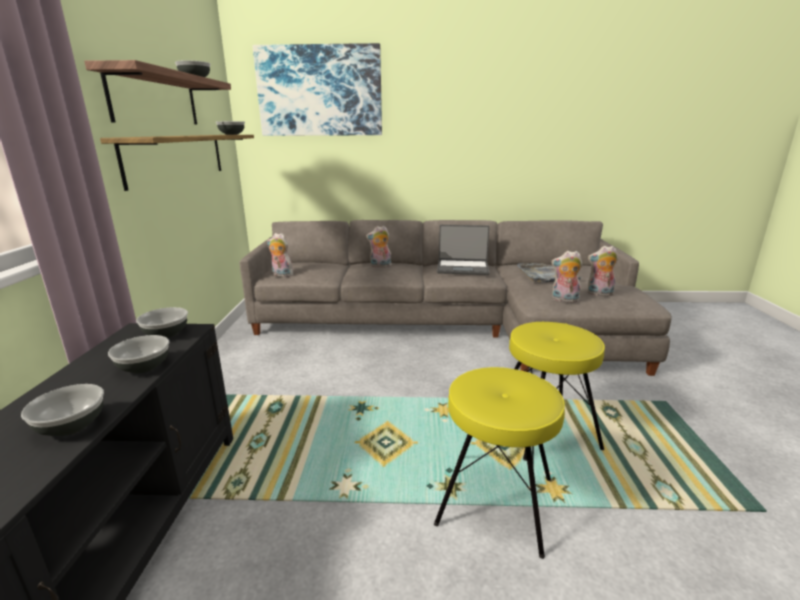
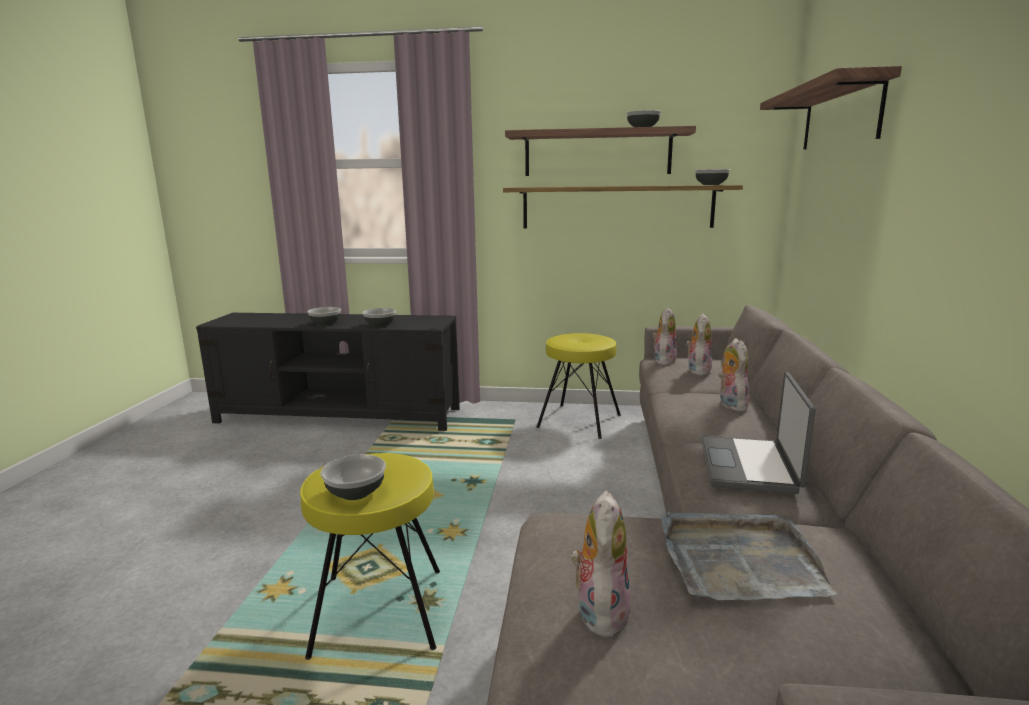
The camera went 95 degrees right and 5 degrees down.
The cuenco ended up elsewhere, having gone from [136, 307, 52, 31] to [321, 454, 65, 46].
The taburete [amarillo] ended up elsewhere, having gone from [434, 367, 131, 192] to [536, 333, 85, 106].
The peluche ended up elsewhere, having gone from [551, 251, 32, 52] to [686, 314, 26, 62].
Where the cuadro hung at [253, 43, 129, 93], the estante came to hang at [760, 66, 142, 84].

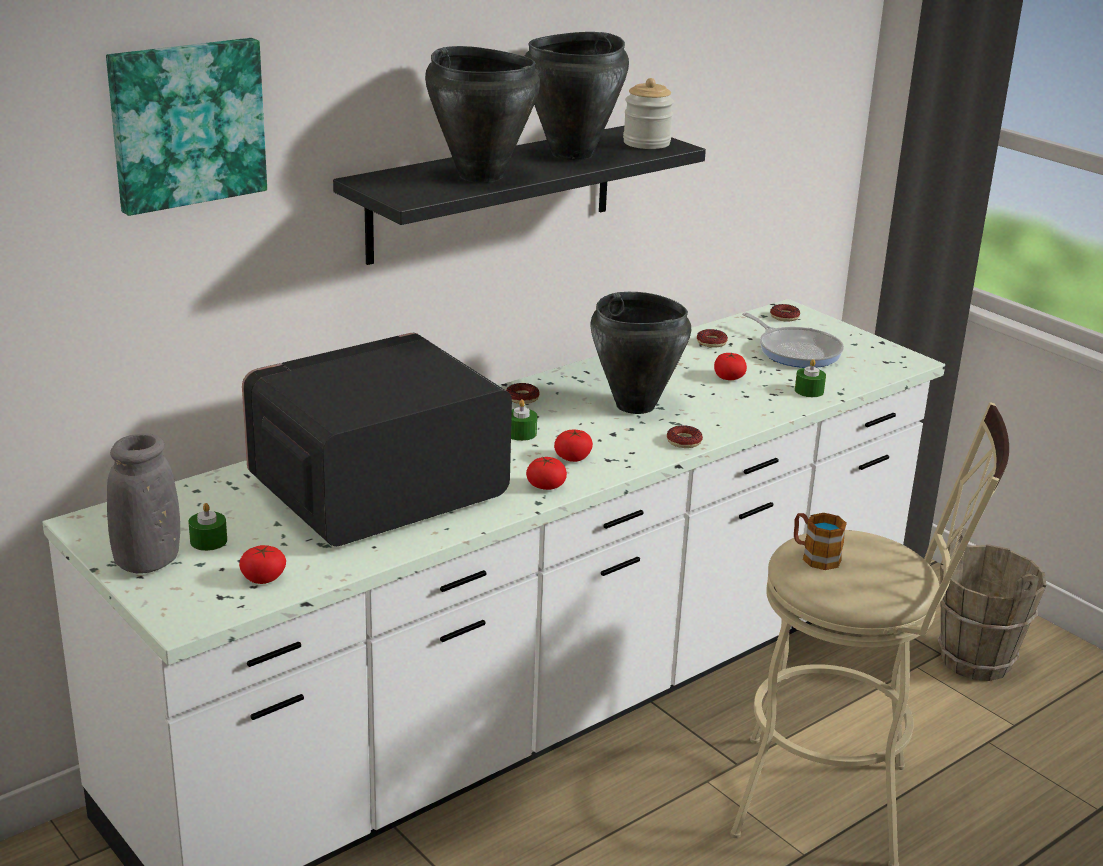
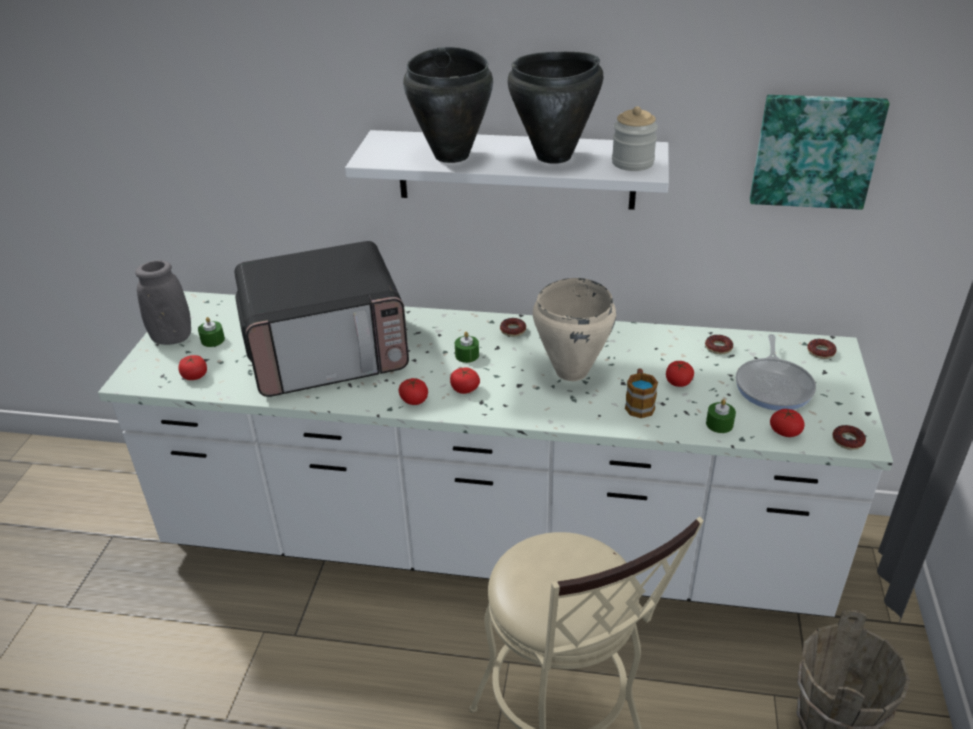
The camera went 50 degrees right and 10 degrees up.
The microondas at [242, 333, 270, 213] ended up facing another way, 150 degrees clockwise from before.
What was the estante [negro] at [333, 126, 373, 139] turned into the estante [blanco] at [345, 130, 324, 80].
What was the olla [negro] at [591, 292, 100, 122] turned into the olla [beis] at [533, 278, 83, 103].
The taza grande ended up elsewhere, having gone from [794, 513, 53, 57] to [625, 369, 33, 49].
The cuadro ended up elsewhere, having gone from [106, 38, 161, 178] to [750, 95, 140, 115].
The second view gained the tomate at [770, 408, 35, 29].
The rosquilla ended up elsewhere, having gone from [667, 425, 36, 23] to [832, 425, 34, 25].

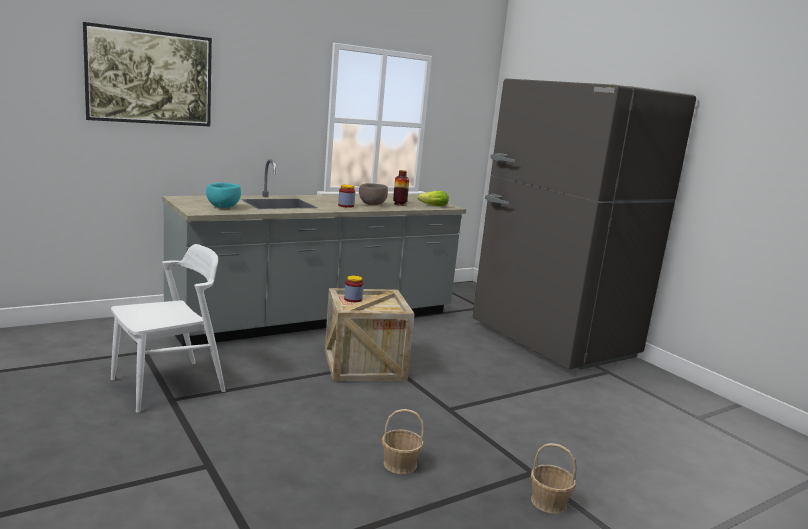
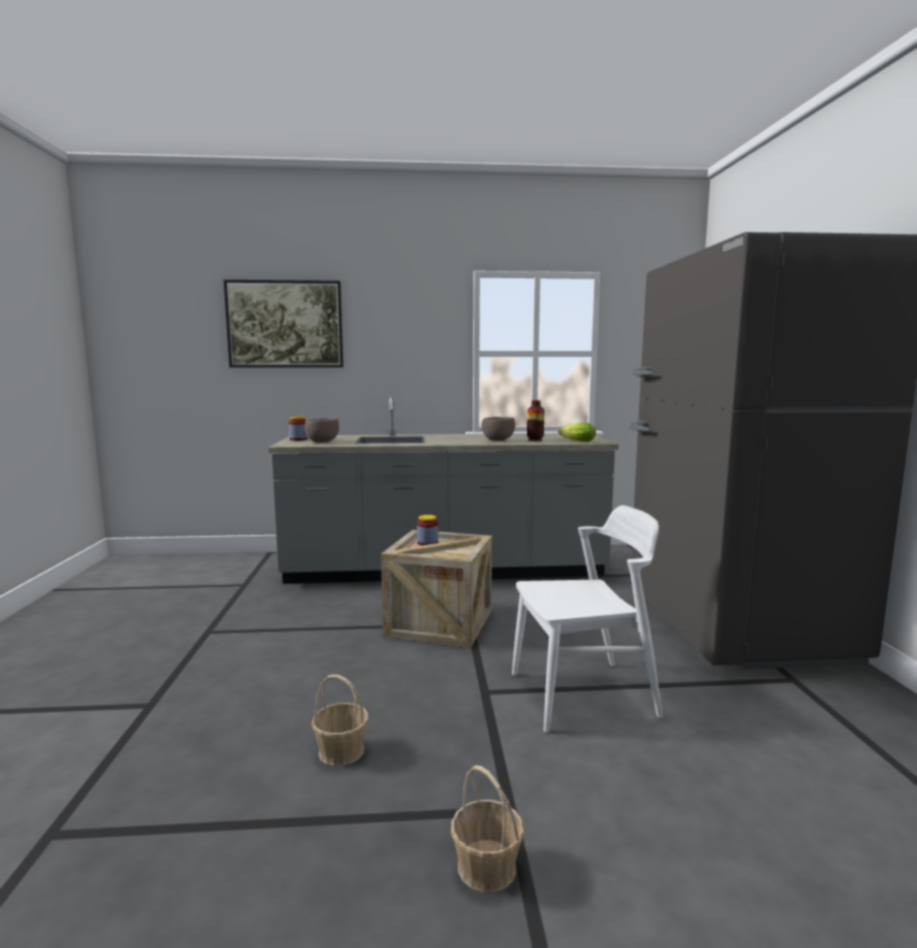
The camera went 30 degrees right and 5 degrees down.
The tarro ended up elsewhere, having gone from [338, 185, 17, 23] to [289, 416, 19, 25].
What was the cuenco [turquesa] at [206, 183, 35, 25] turned into the cuenco [marrón] at [304, 418, 35, 24].
The silla [blanco] ended up elsewhere, having gone from [111, 244, 114, 169] to [512, 505, 151, 228].

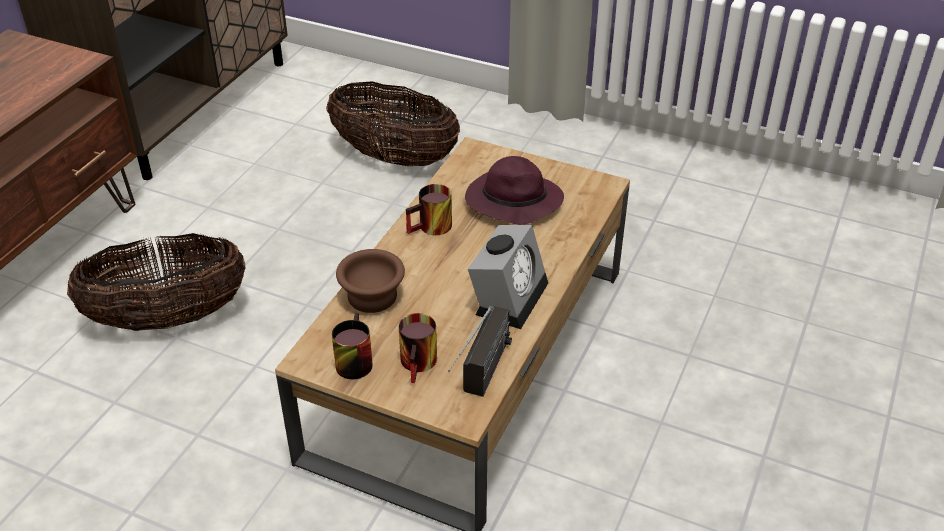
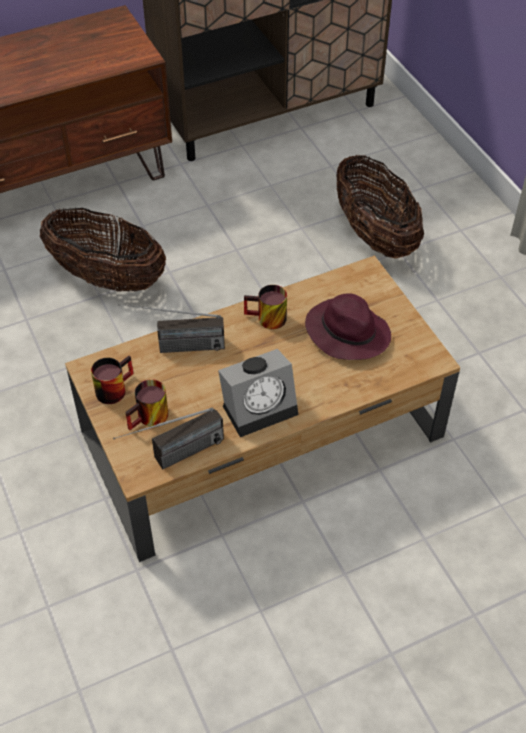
The camera went 40 degrees right and 10 degrees up.
Where the cuenco [marrón] stood at [336, 249, 69, 64], the radio came to stand at [118, 304, 107, 49].

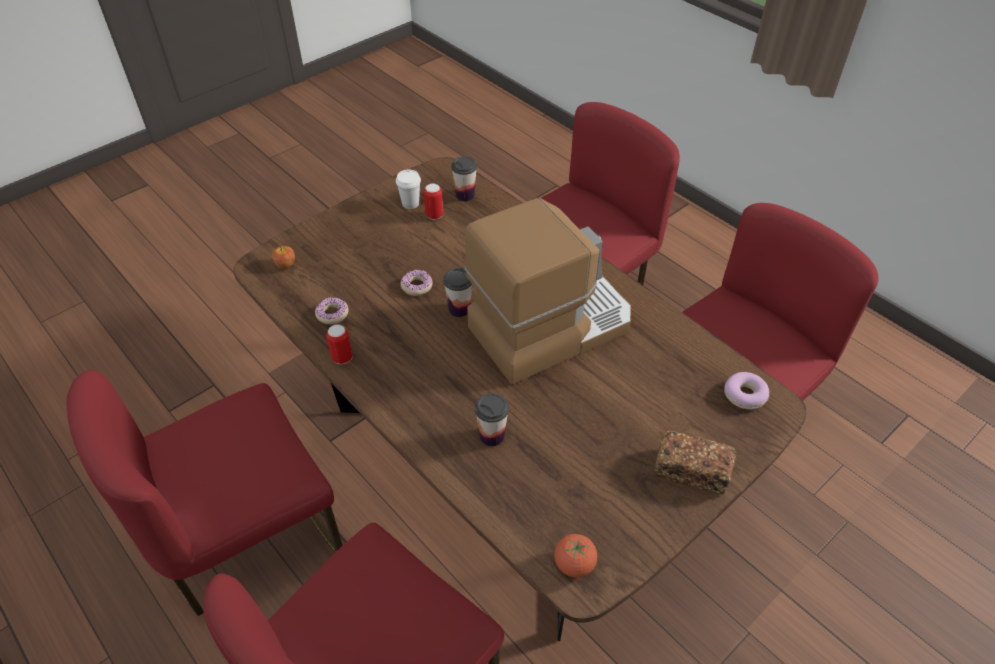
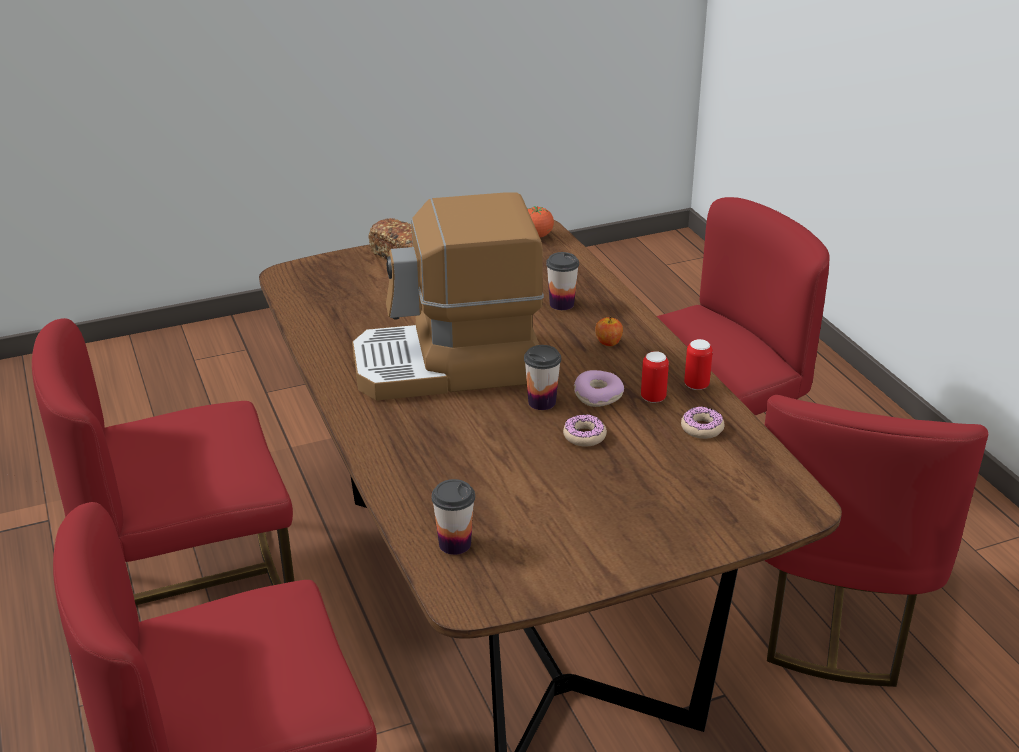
The camera went 160 degrees left and 15 degrees down.
The rosquilla ended up elsewhere, having gone from [724, 372, 45, 37] to [574, 370, 50, 37].
The manzana ended up elsewhere, having gone from [272, 246, 23, 23] to [596, 317, 27, 29].
The lata ended up elsewhere, having gone from [424, 184, 19, 36] to [641, 351, 28, 52].
The silla [rojo] at [67, 370, 276, 246] ended up facing another way, 120 degrees clockwise from before.
The second view lost the taza [blanco] at [396, 170, 25, 39].

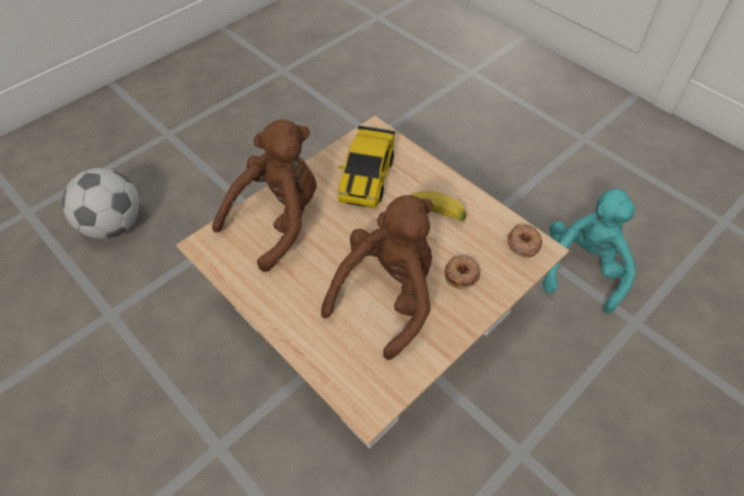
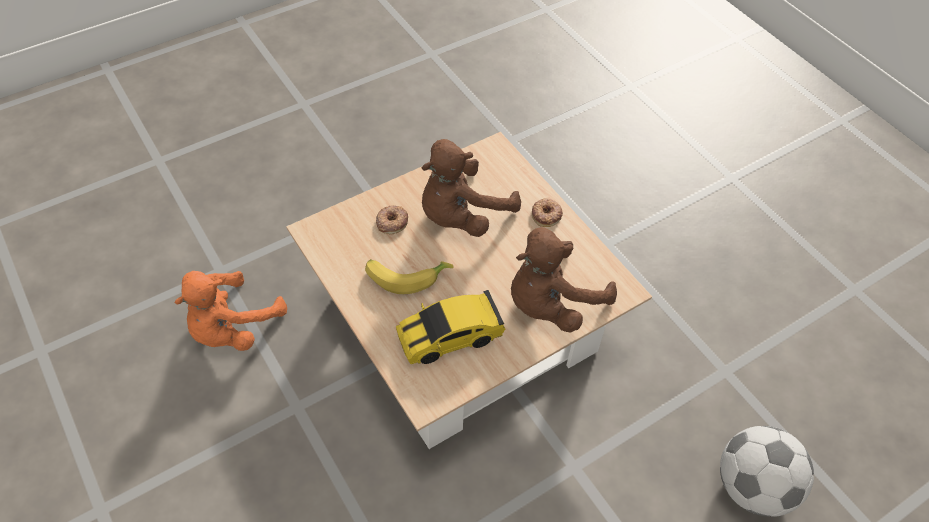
The camera went 170 degrees left and 0 degrees up.
What was the peluche [turquesa] at [543, 189, 93, 125] turned into the peluche [naranja] at [174, 271, 113, 80].
The coche de juguete at [338, 126, 58, 83] ended up facing another way, 135 degrees counterclockwise from before.
The rosquilla ended up elsewhere, having gone from [507, 224, 35, 34] to [532, 198, 31, 29].

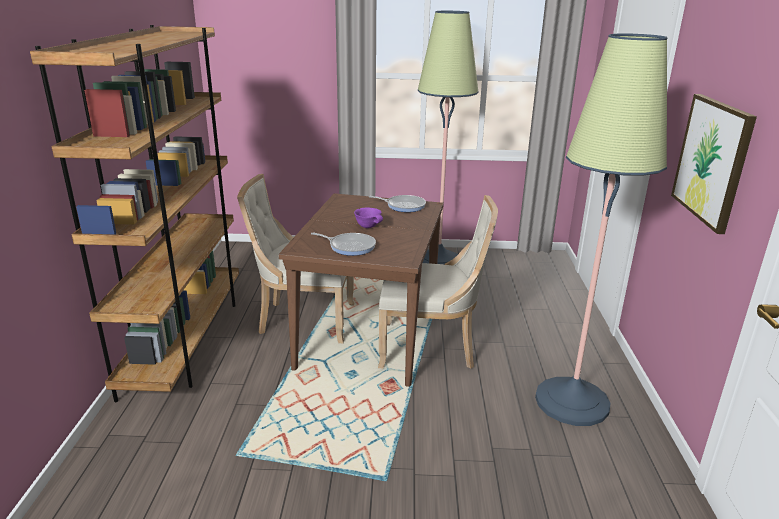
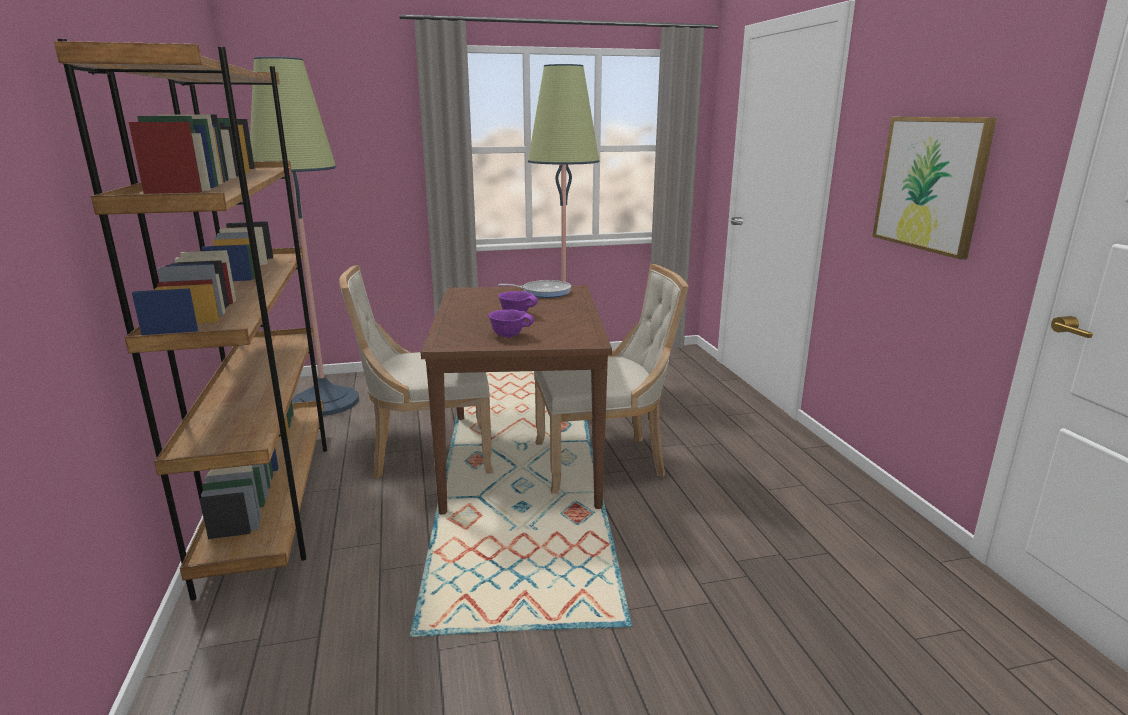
The camera went 15 degrees left and 5 degrees down.
The lámpara de pie ended up elsewhere, having gone from [535, 33, 133, 393] to [250, 57, 109, 359].
Where the sartén stood at [311, 232, 65, 24], the cuenco [morado] came to stand at [488, 310, 46, 28].

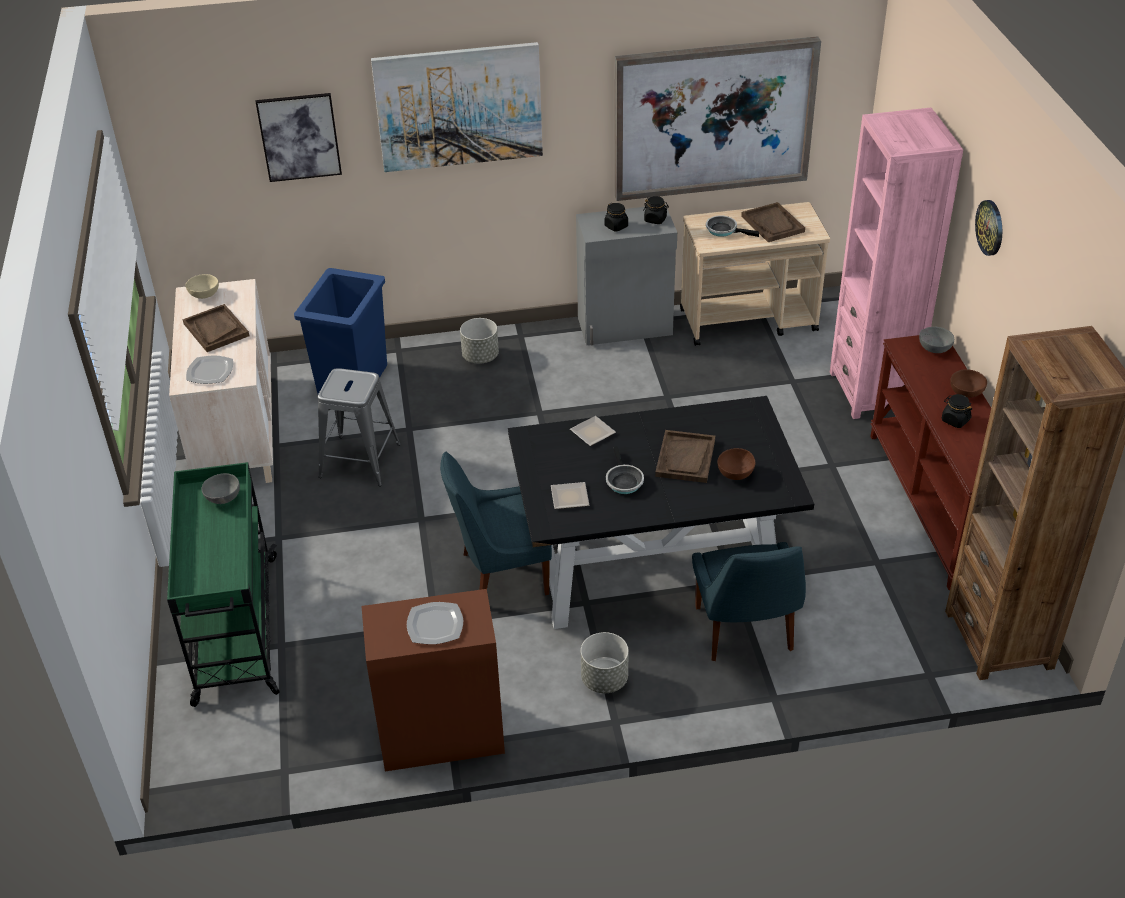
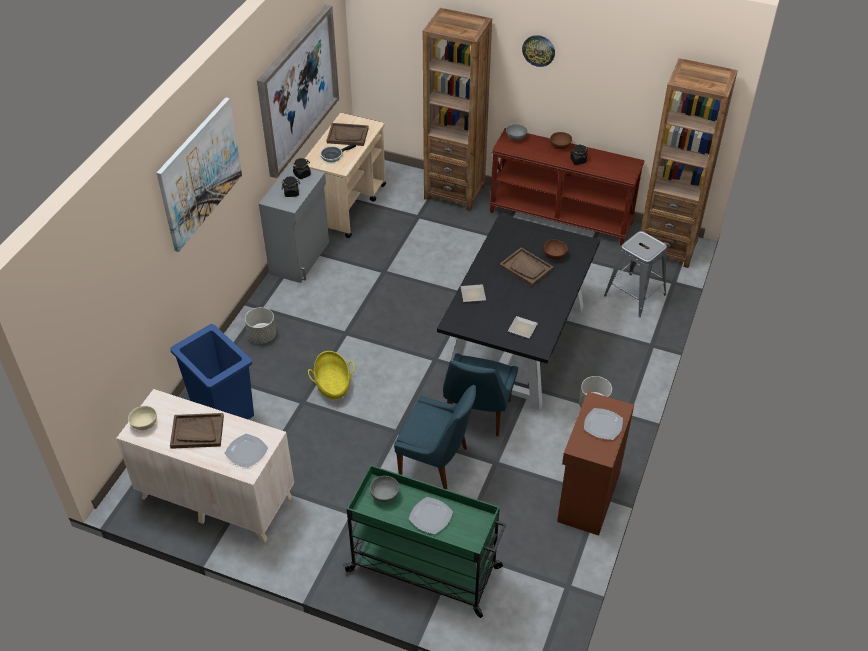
The camera went 60 degrees left and 5 degrees up.
The second view gained the cesta at [308, 351, 47, 48].
The silla [azul] ended up elsewhere, having gone from [692, 542, 114, 119] to [394, 385, 82, 105].
The second view gained the plato at [409, 497, 44, 37].
What was the estantería [rosa] at [830, 108, 133, 311] turned into the estantería [marrón] at [423, 8, 69, 203].
The taburete [gris] ended up elsewhere, having gone from [318, 368, 83, 118] to [604, 231, 63, 86].
The second view lost the cuadro at [256, 93, 86, 89].
The second view lost the sartén at [606, 446, 38, 48].

